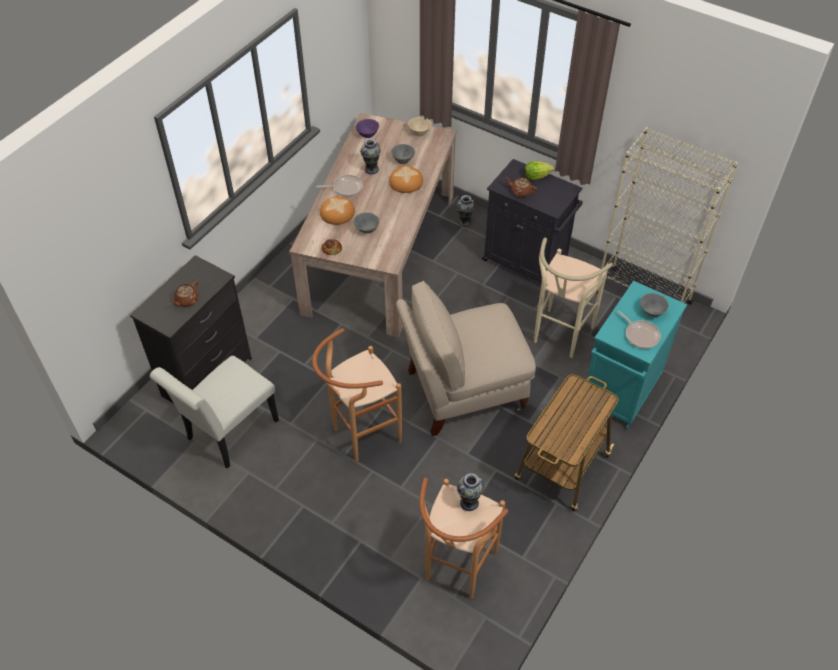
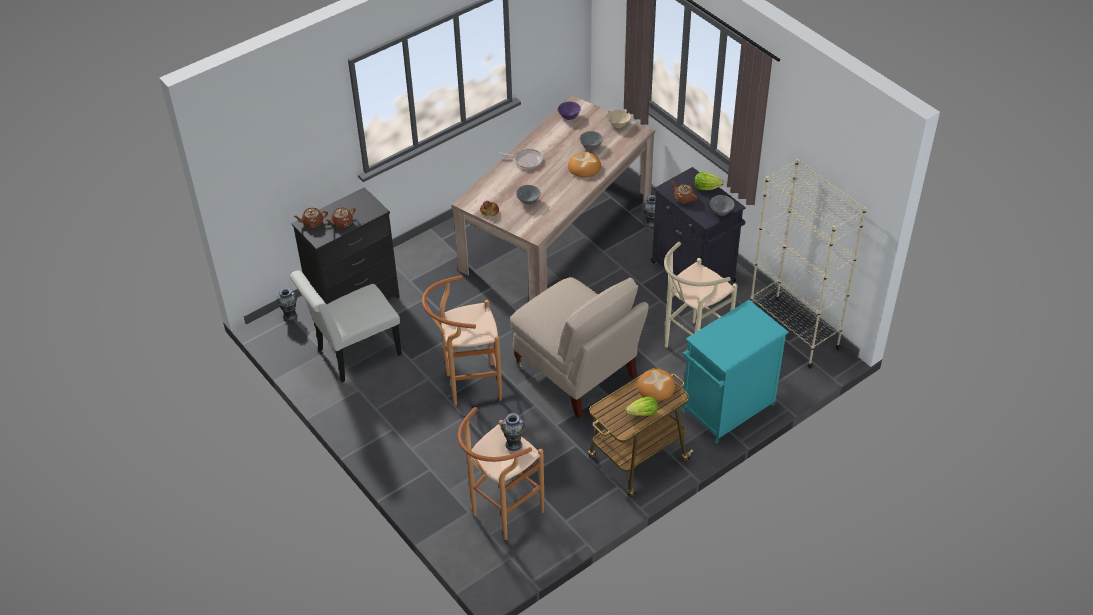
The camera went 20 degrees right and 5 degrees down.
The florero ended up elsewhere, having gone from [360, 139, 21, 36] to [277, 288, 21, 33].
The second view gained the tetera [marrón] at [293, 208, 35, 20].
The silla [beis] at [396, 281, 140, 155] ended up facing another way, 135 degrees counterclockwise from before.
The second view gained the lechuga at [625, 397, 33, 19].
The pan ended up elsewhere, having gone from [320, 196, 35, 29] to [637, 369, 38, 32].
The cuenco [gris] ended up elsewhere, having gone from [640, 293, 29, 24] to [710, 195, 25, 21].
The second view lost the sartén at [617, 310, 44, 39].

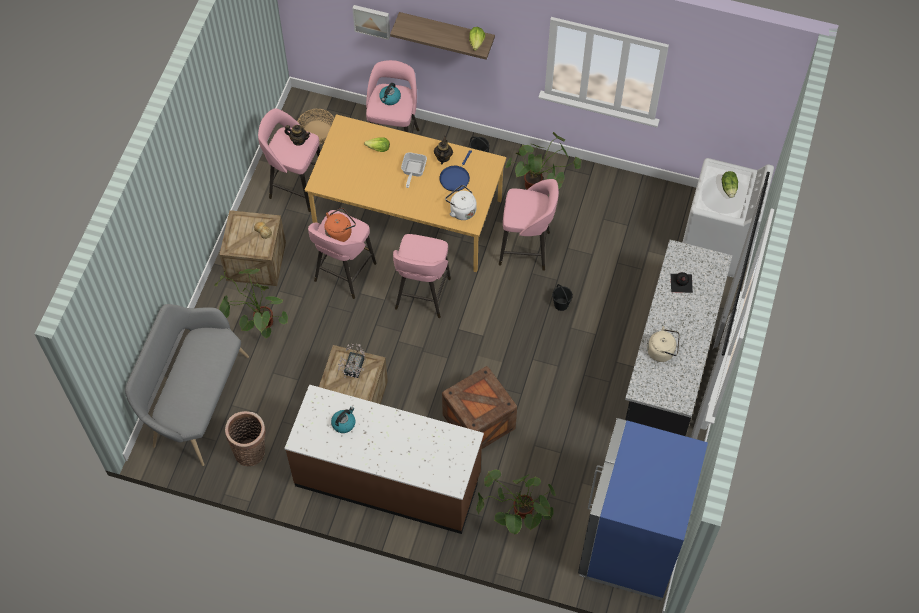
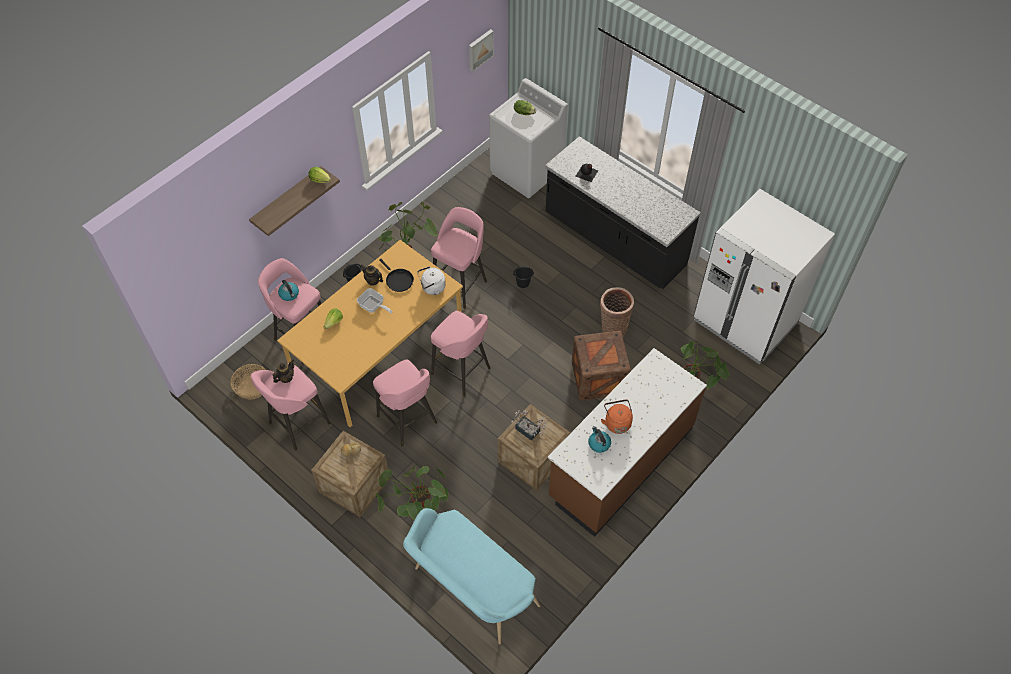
The camera went 65 degrees left and 5 degrees down.
What was the sartén [azul] at [439, 150, 33, 41] turned into the sartén [negro] at [379, 259, 35, 33].
What was the banco [gris] at [125, 304, 124, 162] turned into the banco [turquesa] at [403, 508, 137, 136].
The cuadro ended up elsewhere, having gone from [352, 5, 38, 35] to [469, 29, 25, 43].
The cesta ended up elsewhere, having gone from [225, 411, 41, 55] to [600, 287, 34, 50].
The hervidor [naranja] ended up elsewhere, having gone from [324, 208, 32, 34] to [601, 399, 32, 35].
What was the nevera [azul] at [578, 418, 130, 183] turned into the nevera [blanco] at [693, 189, 142, 175].
The second view lost the hervidor [beis] at [647, 326, 33, 36].

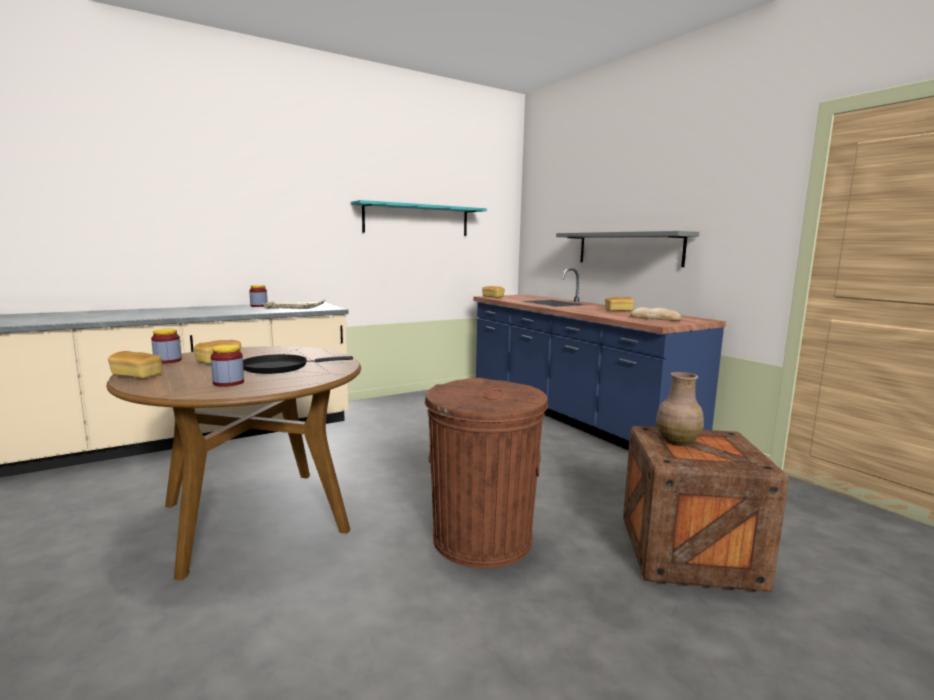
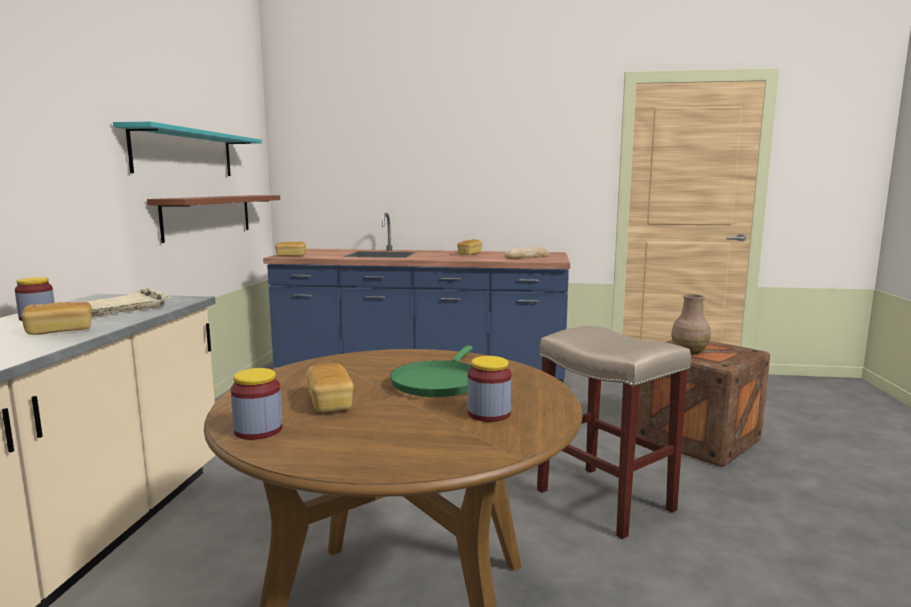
The camera went 50 degrees left and 0 degrees up.
The pan ended up elsewhere, having gone from [108, 351, 54, 27] to [21, 302, 71, 33].
The second view gained the estante [marrón] at [147, 195, 133, 48].
What was the sartén [negro] at [243, 354, 110, 20] turned into the sartén [verde] at [390, 346, 83, 51].
Where the papelera [marrón] stood at [425, 378, 123, 190], the taburete [beis] came to stand at [537, 326, 154, 213].
The second view lost the estante [gris] at [556, 231, 143, 36].

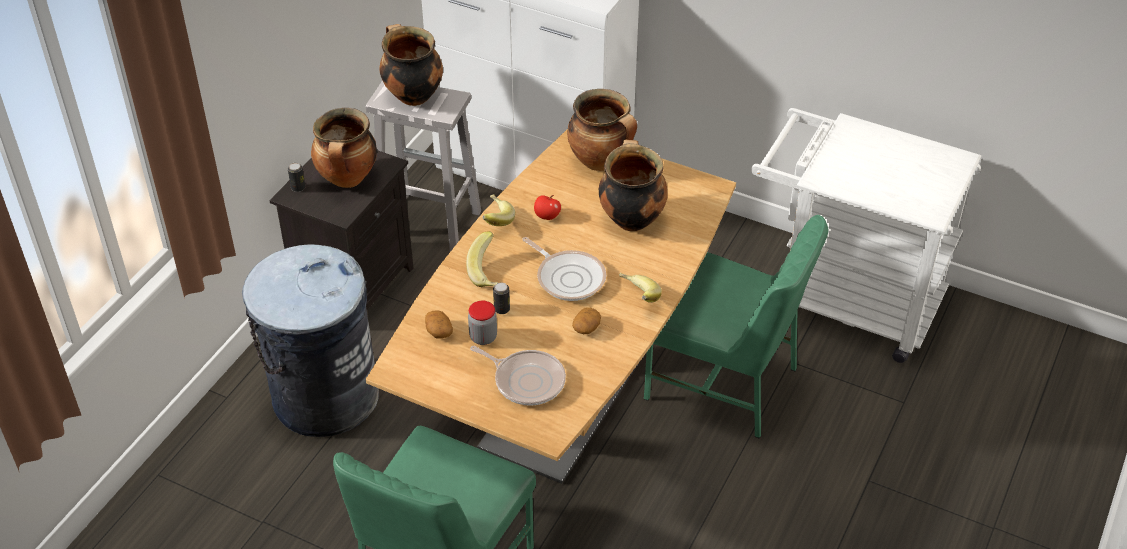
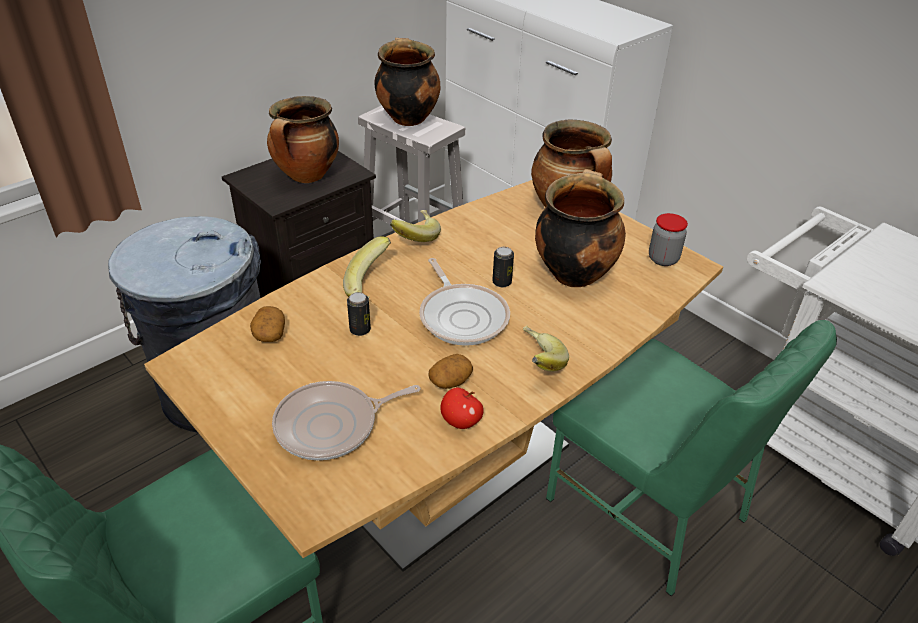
The camera went 20 degrees right and 5 degrees down.
The sartén at [470, 346, 96, 60] ended up facing another way, 105 degrees clockwise from before.
The manzana ended up elsewhere, having gone from [534, 195, 27, 25] to [440, 387, 44, 42].
The lata ended up elsewhere, having gone from [288, 163, 17, 29] to [492, 247, 22, 40].
The tarro ended up elsewhere, having gone from [468, 301, 29, 44] to [649, 213, 39, 53].

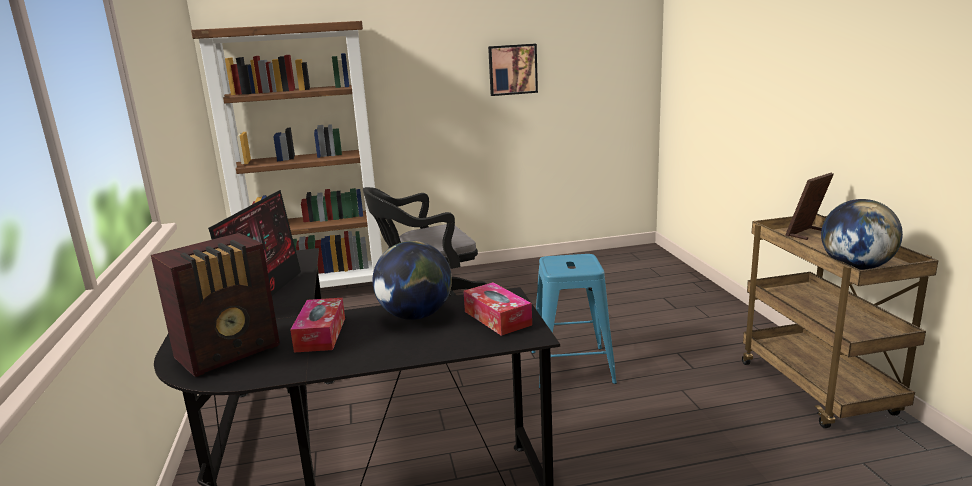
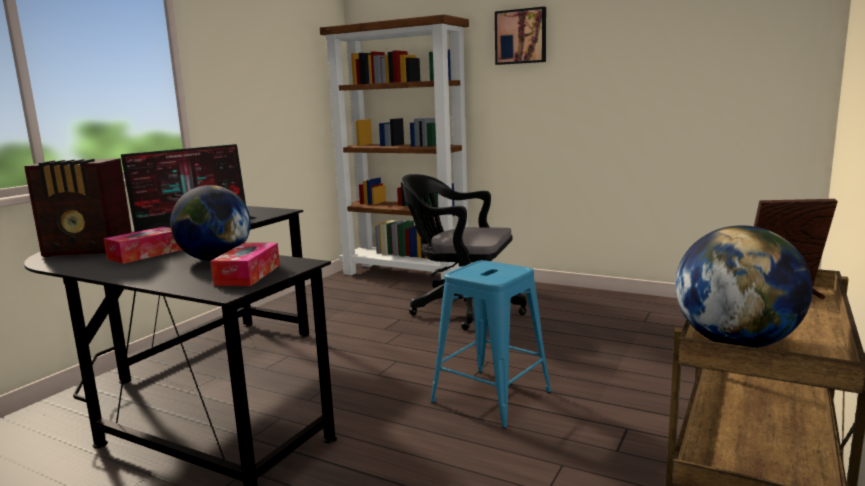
The camera went 40 degrees right and 5 degrees down.
The cuadro ended up elsewhere, having gone from [488, 44, 50, 52] to [495, 7, 51, 58].

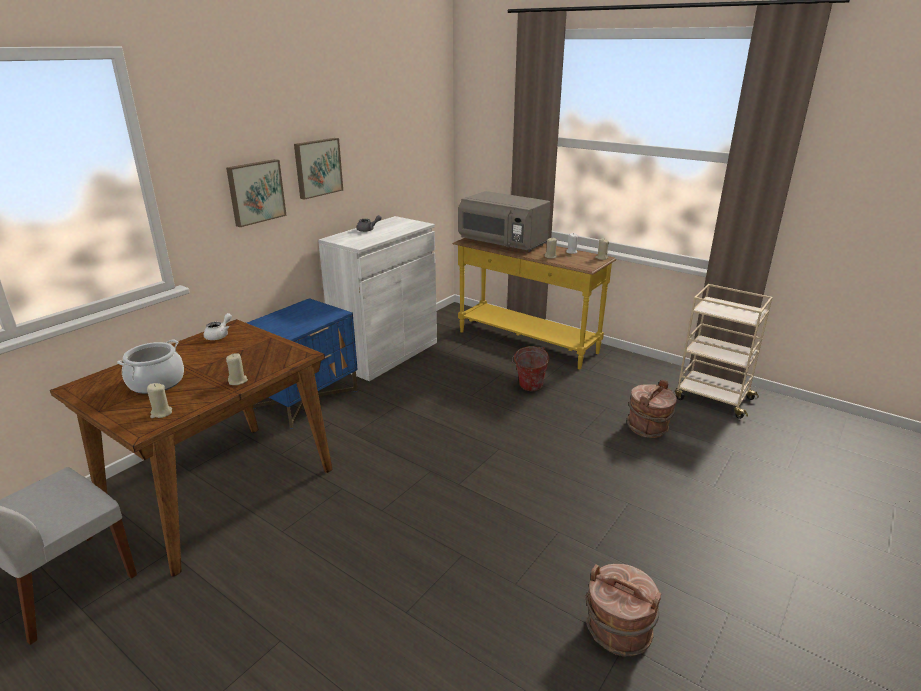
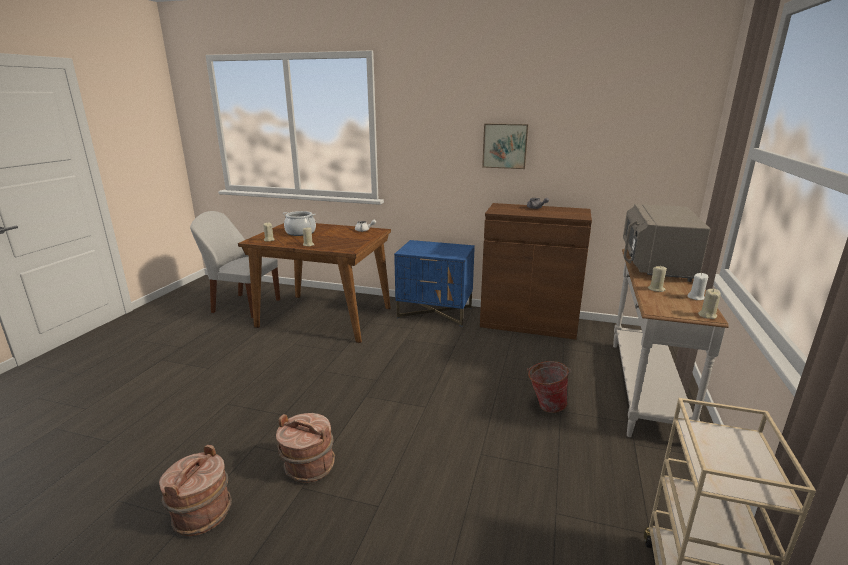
The camera went 70 degrees right and 5 degrees down.
The cubo [marrón] ended up elsewhere, having gone from [627, 380, 50, 58] to [276, 413, 59, 70].
What was the armario [blanco] at [318, 216, 119, 165] turned into the armario [marrón] at [480, 203, 112, 137].
What was the mesa consola [amarillo] at [453, 238, 163, 131] turned into the mesa consola [blanco] at [613, 249, 116, 188].
The second view lost the cuadro at [226, 159, 61, 68].

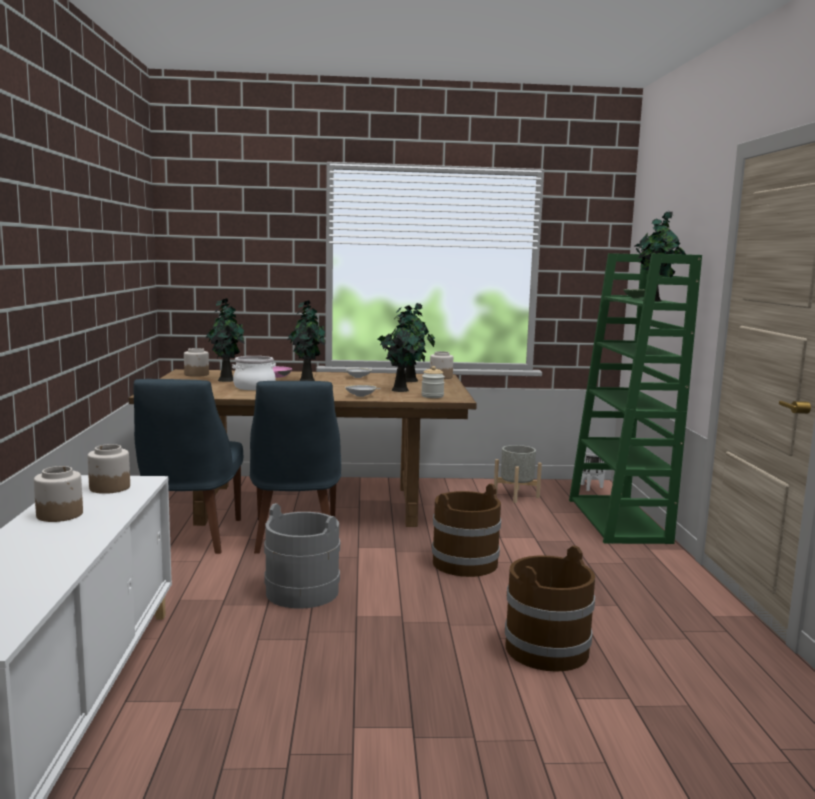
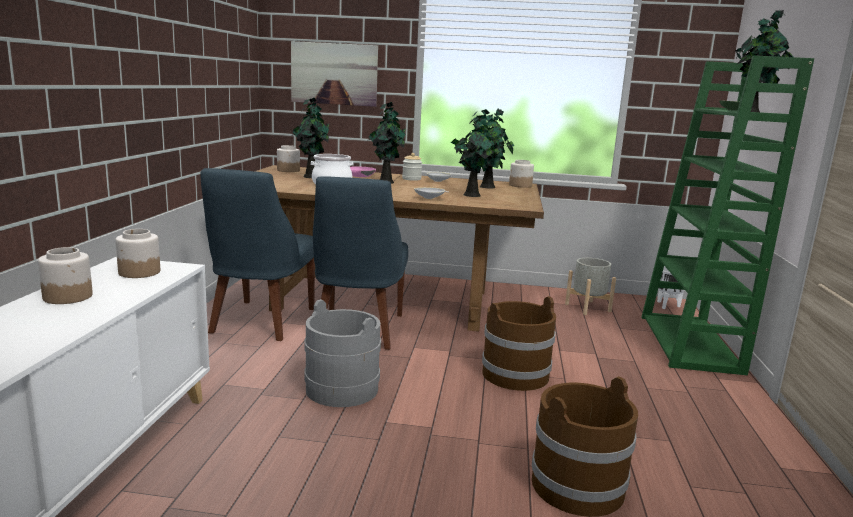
The camera went 10 degrees right and 5 degrees up.
The second view gained the cuadro at [291, 41, 87, 66].
The tarro ended up elsewhere, having gone from [421, 366, 24, 32] to [402, 153, 20, 28].

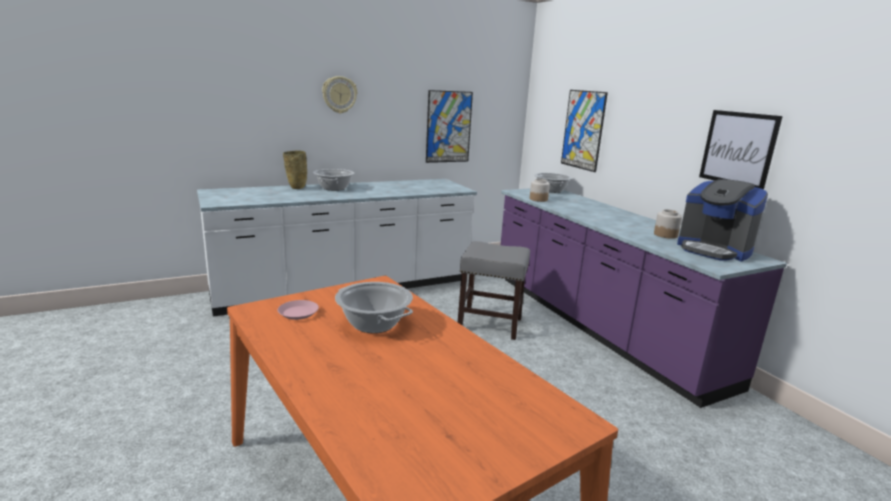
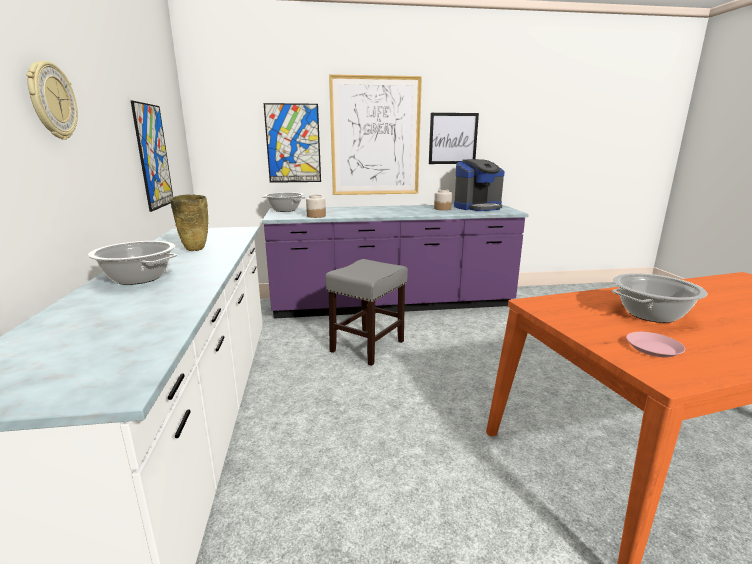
The camera went 70 degrees left and 0 degrees up.
The florero [beis] ended up elsewhere, having gone from [283, 151, 24, 38] to [170, 194, 39, 57].
The second view gained the cuadro at [329, 74, 93, 121].

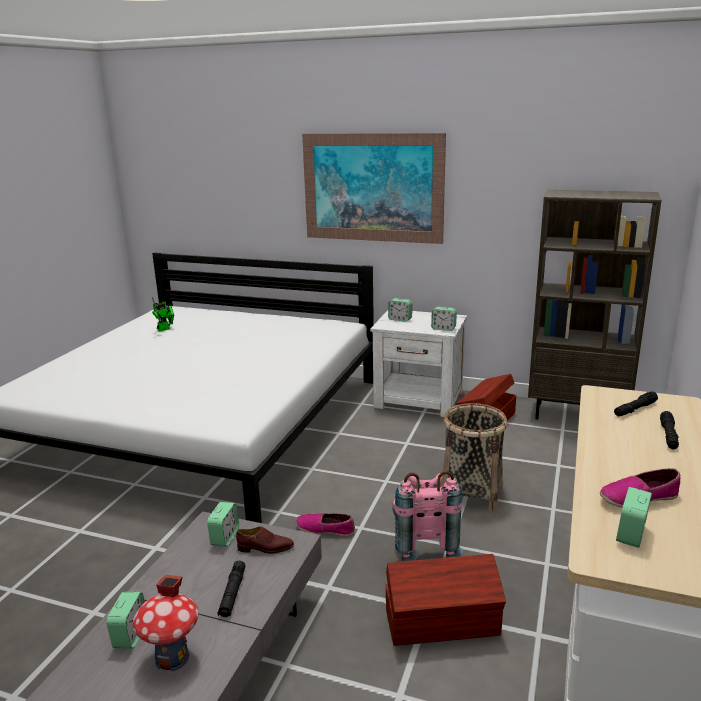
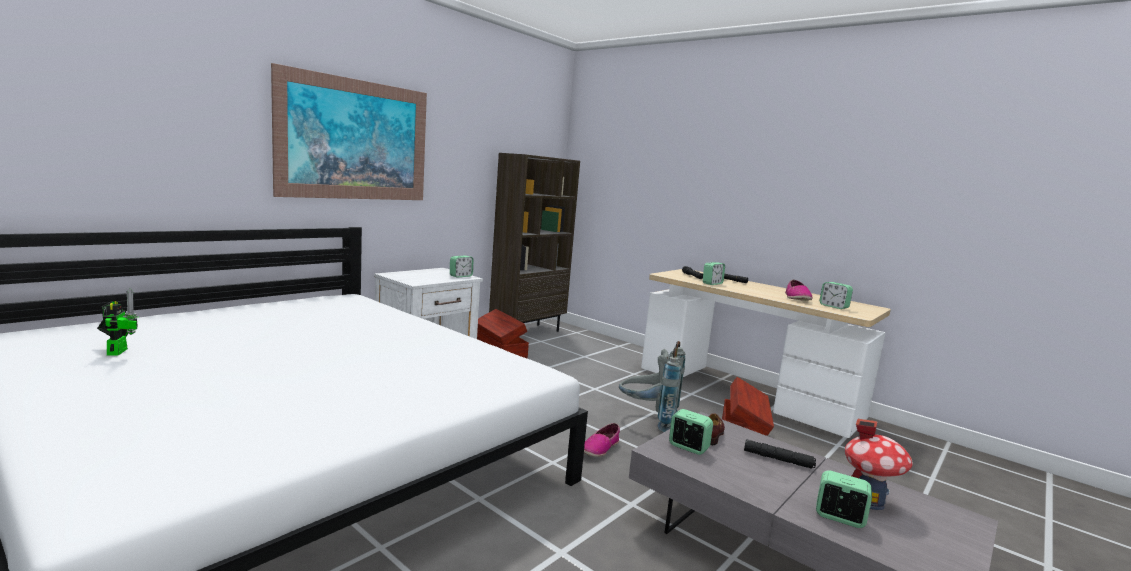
The camera went 70 degrees left and 10 degrees down.
What was the mochila [rosa] at [392, 471, 71, 90] turned into the mochila [gris] at [619, 341, 66, 91].
The despertador ended up elsewhere, having gone from [388, 298, 24, 24] to [703, 262, 22, 23].
The second view lost the cesta at [442, 403, 65, 110].

